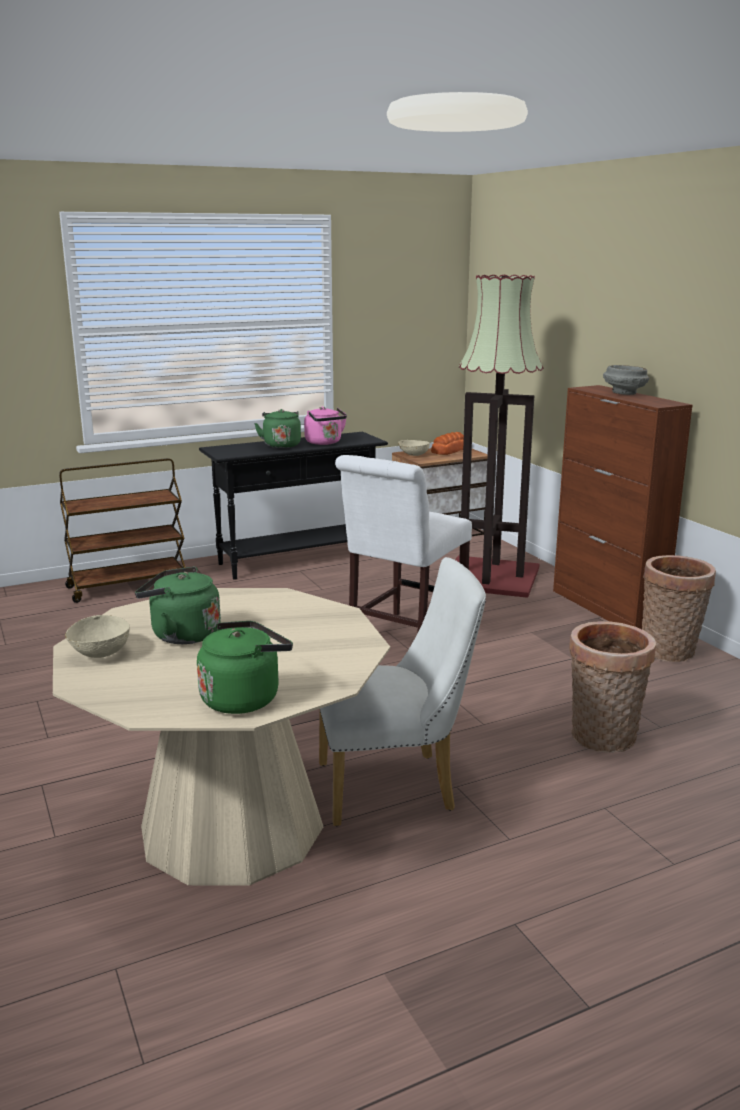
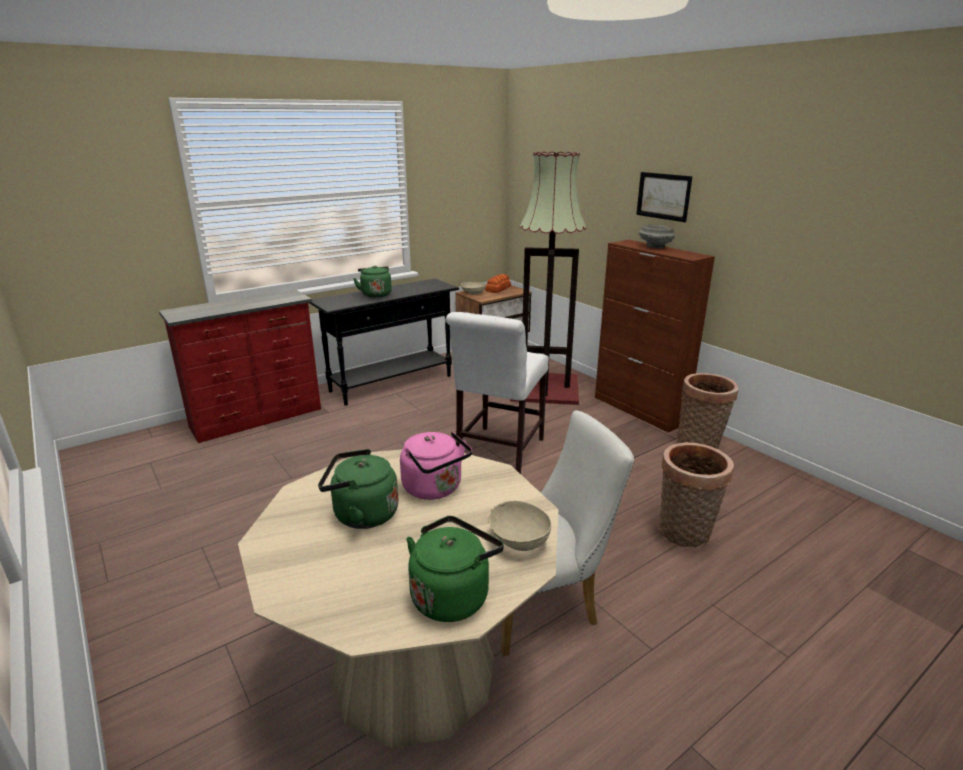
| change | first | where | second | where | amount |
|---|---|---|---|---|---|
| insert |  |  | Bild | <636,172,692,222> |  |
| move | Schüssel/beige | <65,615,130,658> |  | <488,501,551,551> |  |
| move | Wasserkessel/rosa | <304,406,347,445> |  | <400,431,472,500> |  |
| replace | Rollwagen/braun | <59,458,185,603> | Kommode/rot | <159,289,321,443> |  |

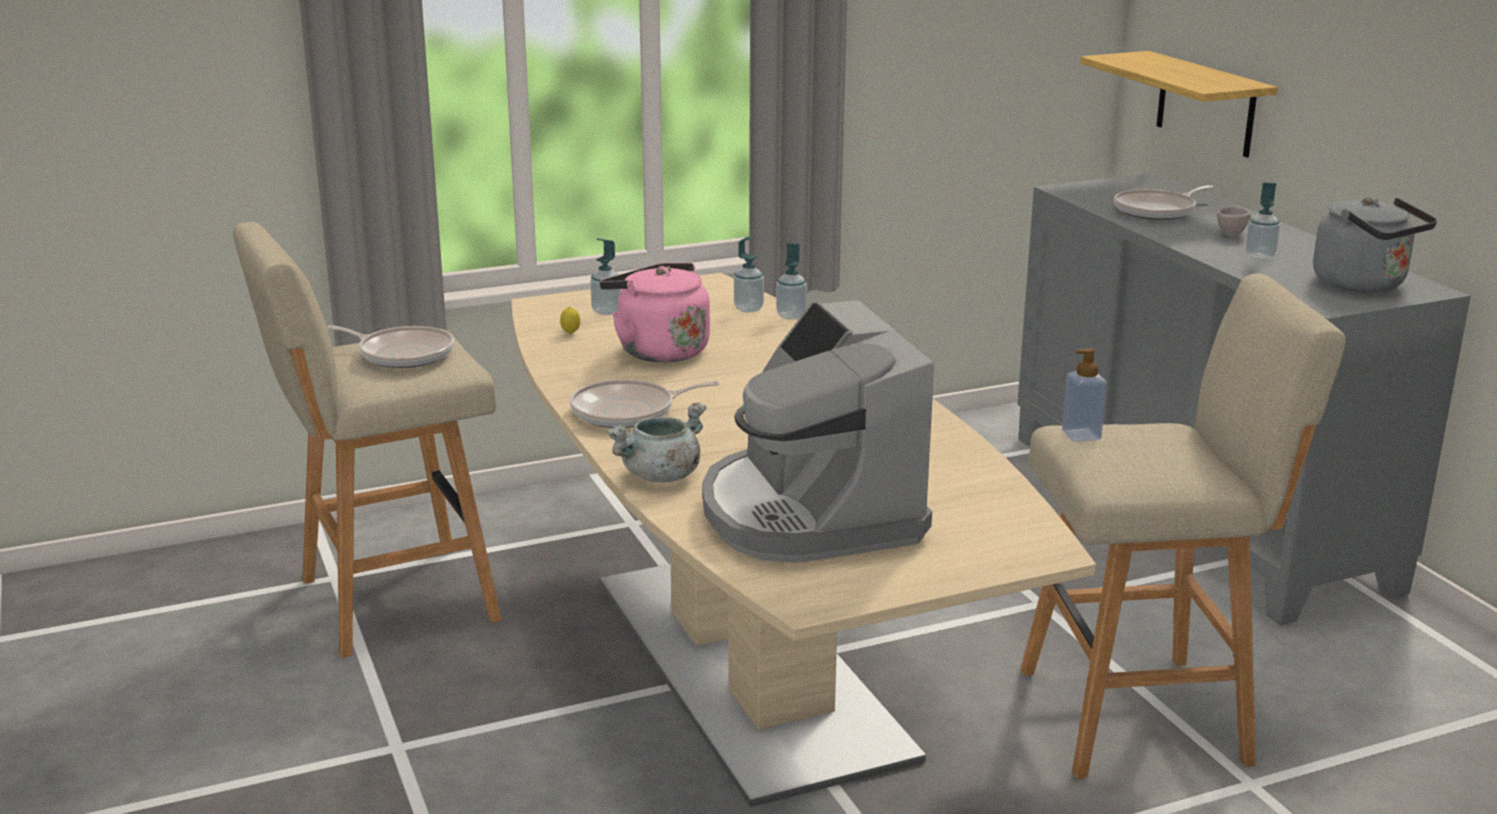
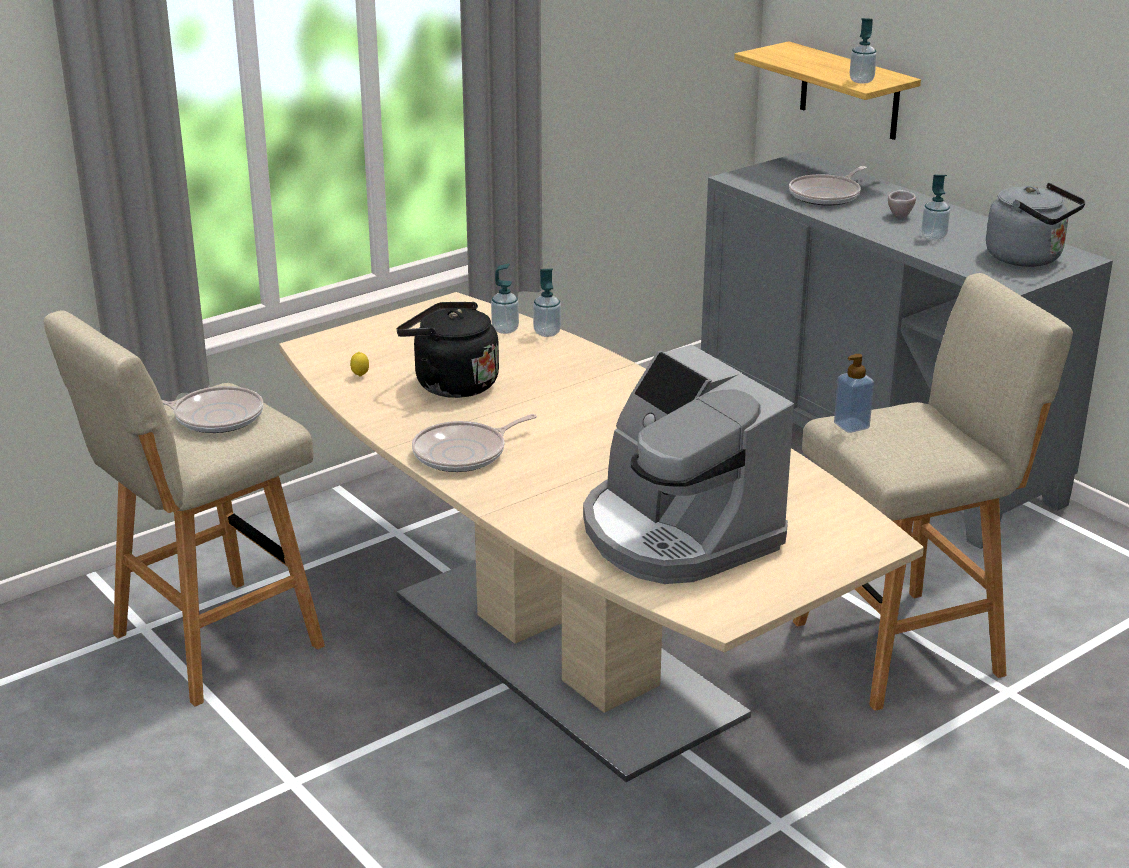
| change | first | where | second | where | amount |
|---|---|---|---|---|---|
| delete | Kochtopf/grau | <607,402,707,482> |  |  |  |
| move | Seifenspender | <590,239,621,315> |  | <850,18,877,84> |  |
| recolor | Wasserkessel/rosa | <600,263,710,362> | Wasserkessel/schwarz | <396,302,499,398> |  |

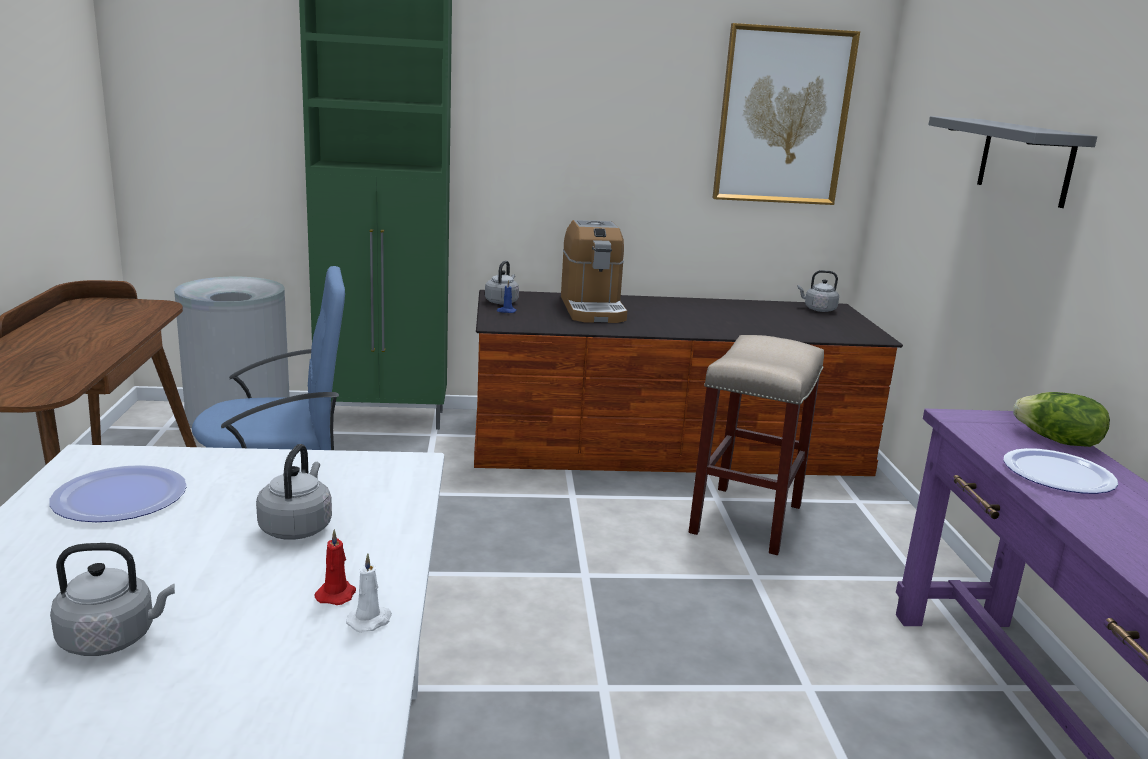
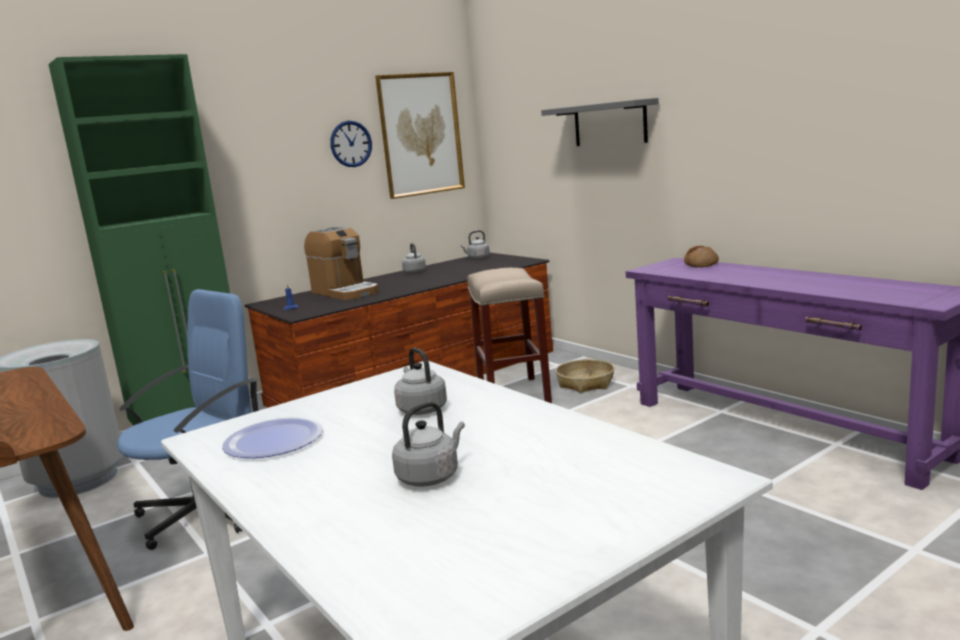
| change | first | where | second | where | amount |
|---|---|---|---|---|---|
| delete | Kerze/rot | <314,529,356,605> |  |  |  |
| delete | Kerze/weiß | <346,553,392,633> |  |  |  |
| delete | Teller | <1003,448,1118,494> |  |  |  |
| insert |  |  | Wanduhr | <330,121,372,167> |  |
| insert |  |  | Korb | <556,359,614,393> |  |
| move | Wasserkessel/grau | <485,261,519,304> |  | <402,243,426,273> |  |
| replace | Salatkopf | <1013,392,1110,447> | Brot | <684,246,719,268> |  |

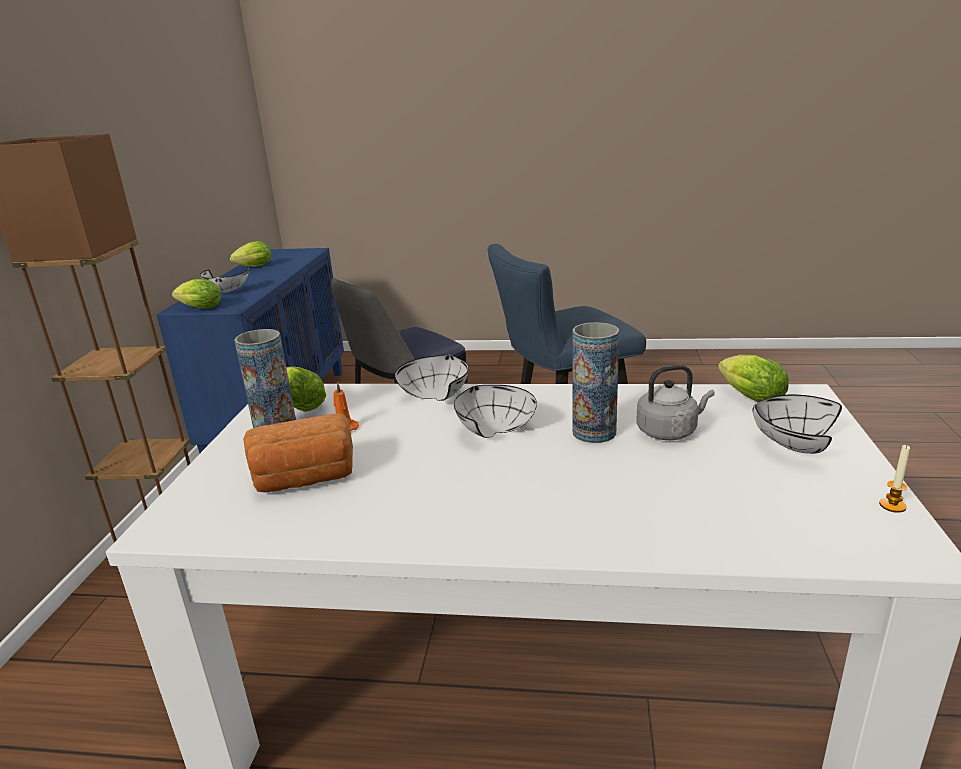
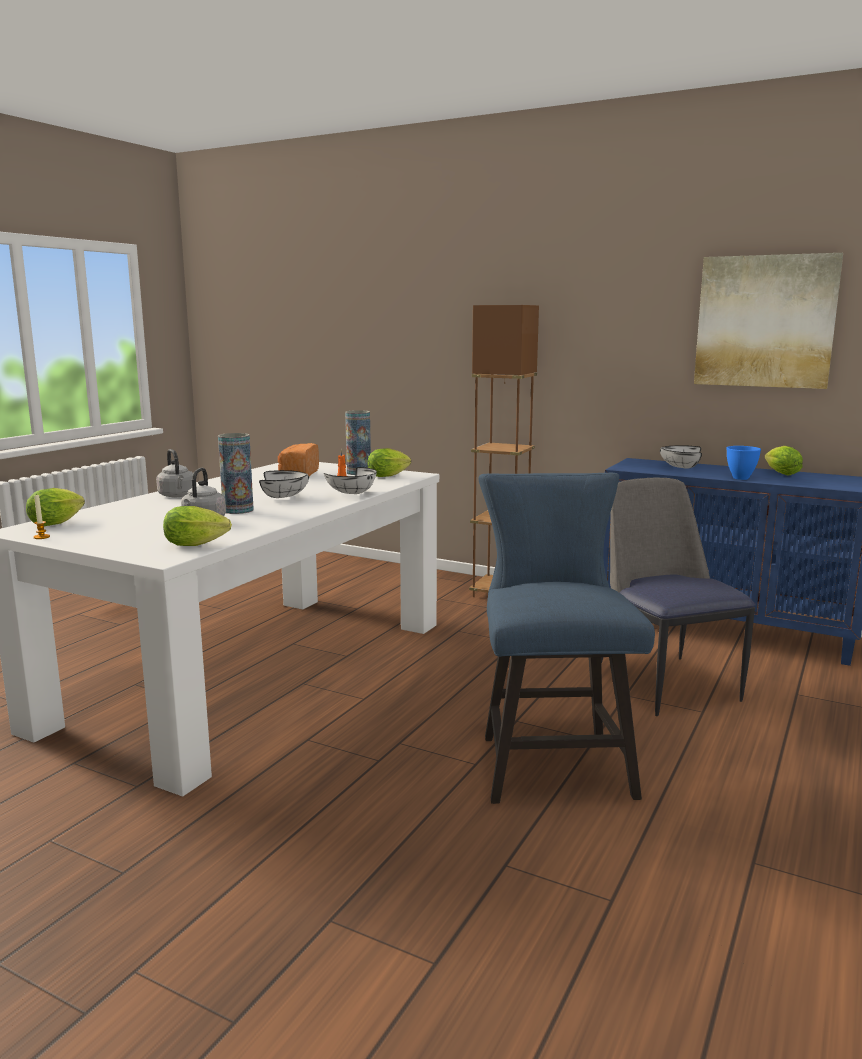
| change | first | where | second | where | amount |
|---|---|---|---|---|---|
| delete | Schüssel/weiß | <753,395,842,454> |  |  |  |
| insert |  |  | Wasserkessel/grau | <156,449,193,497> |  |
| insert |  |  | Bild | <694,253,843,389> |  |
| insert |  |  | Schüssel/blau | <727,446,761,480> |  |
| move | Salatkopf | <172,279,221,308> |  | <26,488,85,526> |  |

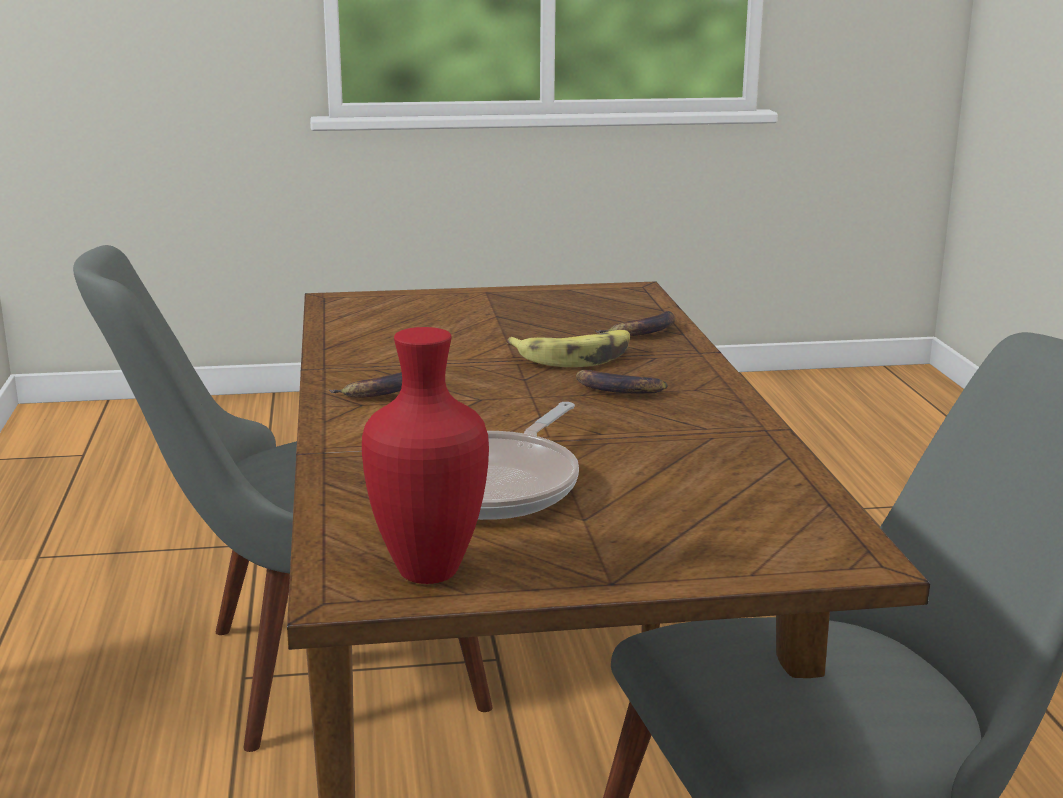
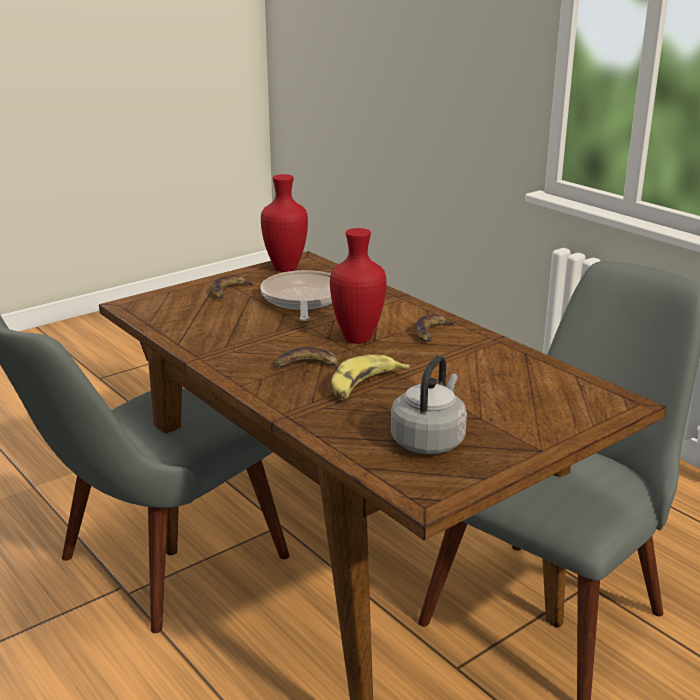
| change | first | where | second | where | amount |
|---|---|---|---|---|---|
| insert |  |  | Vase/rot | <330,228,386,344> |  |
| insert |  |  | Wasserkessel/grau | <391,355,467,454> |  |
| move | Banane | <595,311,676,336> |  | <212,275,256,298> |  |

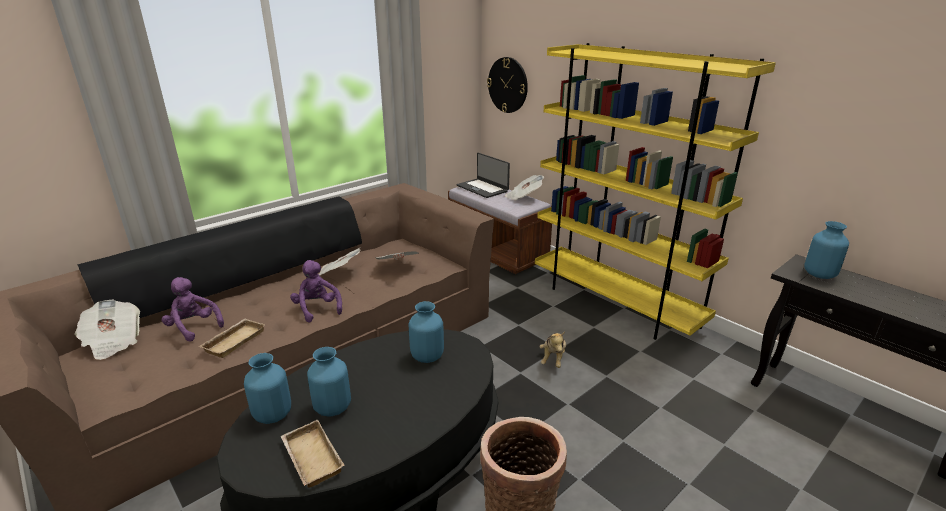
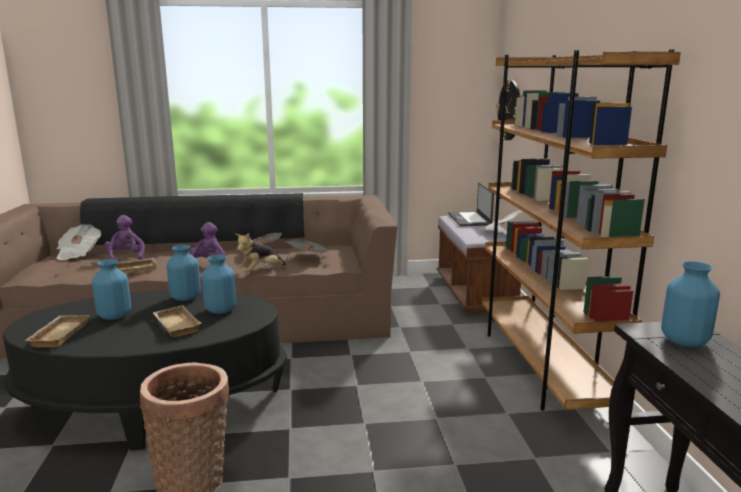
| change | first | where | second | where | amount |
|---|---|---|---|---|---|
| insert |  |  | Tablett/beige | <153,305,201,337> |  |
| move | Vase/blau | <244,353,291,424> |  | <167,245,201,301> |  |
| move | Plüschtier | <540,332,566,368> |  | <236,233,286,272> |  |
| recolor | Bücherregal/gelb | <535,43,776,340> | Bücherregal/braun | <482,49,681,411> |  |

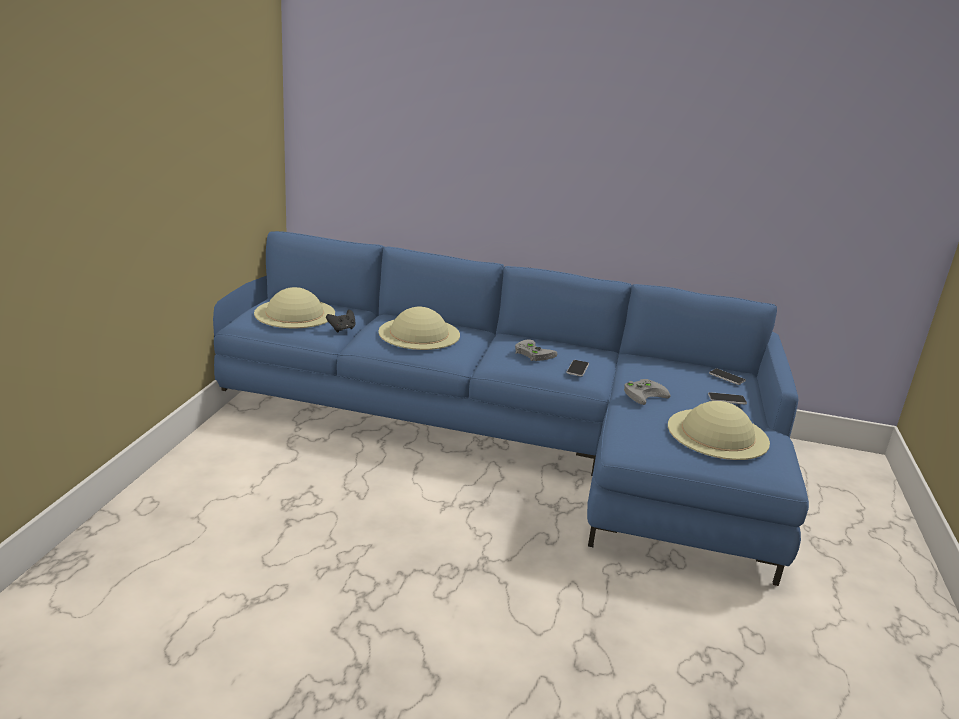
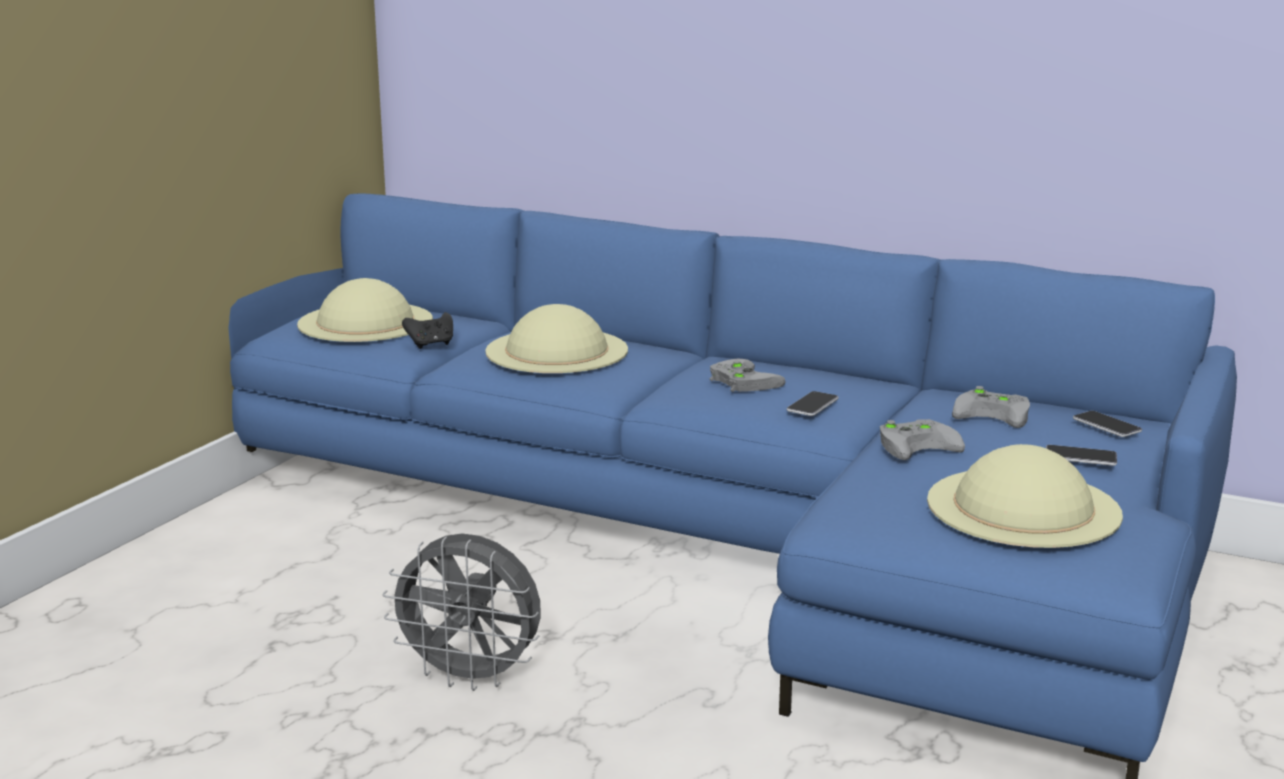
| change | first | where | second | where | amount |
|---|---|---|---|---|---|
| insert |  |  | Ventilator/grau | <383,533,541,691> |  |
| insert |  |  | Gamepad/grau | <952,386,1030,428> |  |

